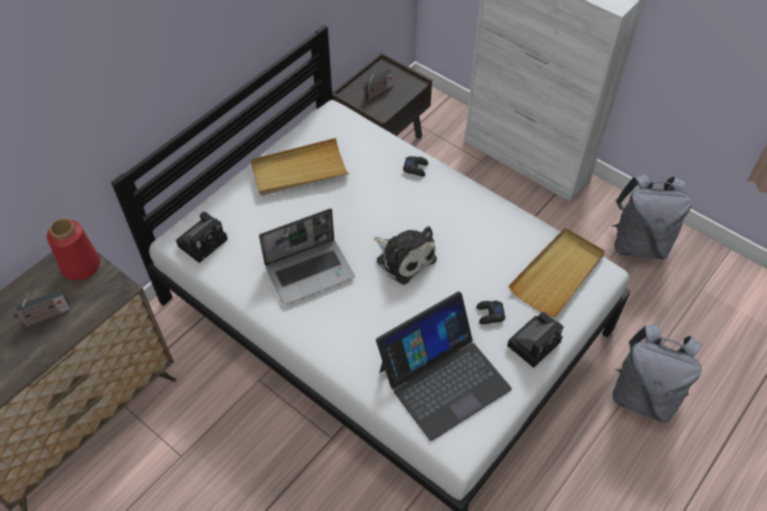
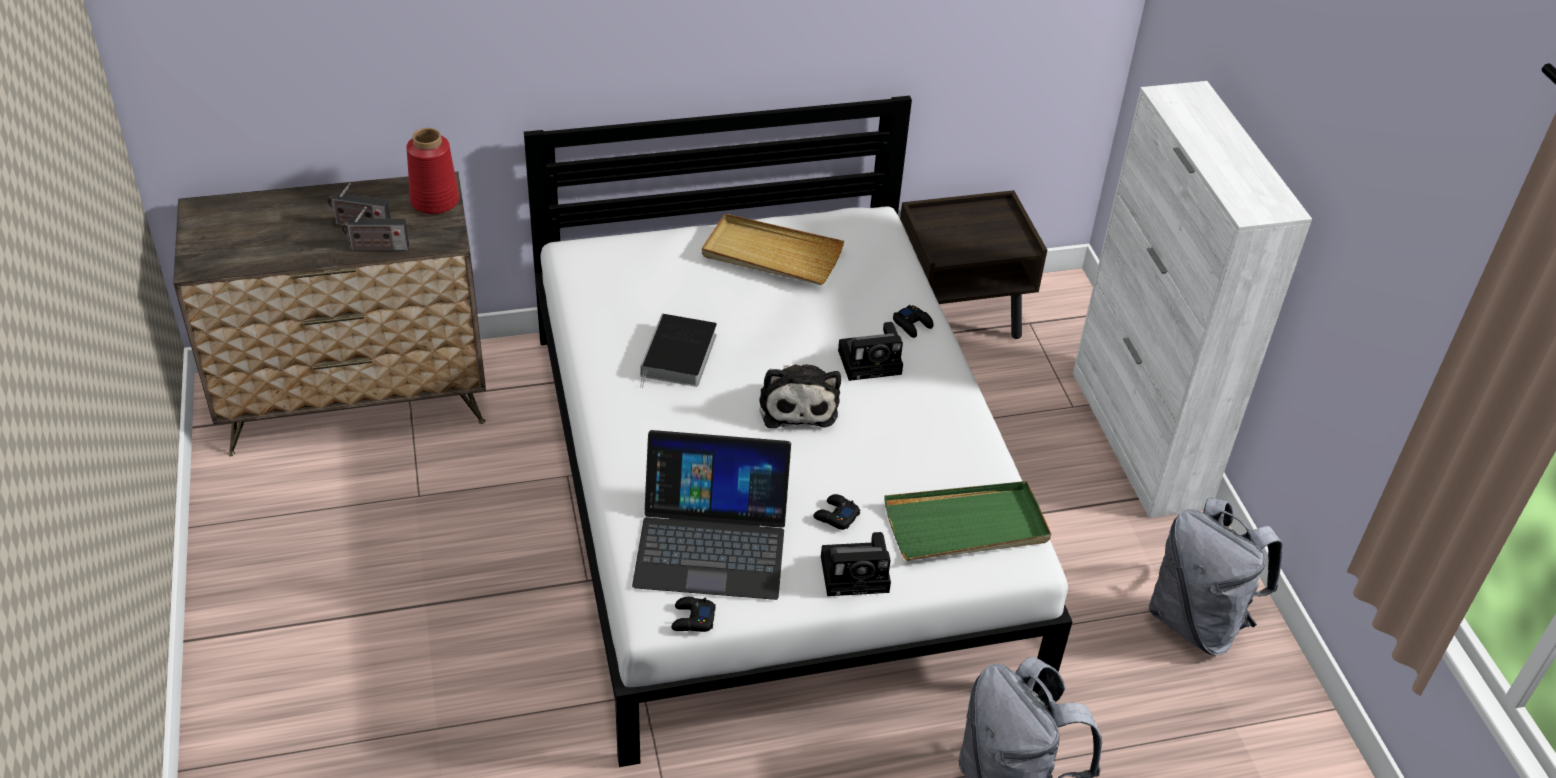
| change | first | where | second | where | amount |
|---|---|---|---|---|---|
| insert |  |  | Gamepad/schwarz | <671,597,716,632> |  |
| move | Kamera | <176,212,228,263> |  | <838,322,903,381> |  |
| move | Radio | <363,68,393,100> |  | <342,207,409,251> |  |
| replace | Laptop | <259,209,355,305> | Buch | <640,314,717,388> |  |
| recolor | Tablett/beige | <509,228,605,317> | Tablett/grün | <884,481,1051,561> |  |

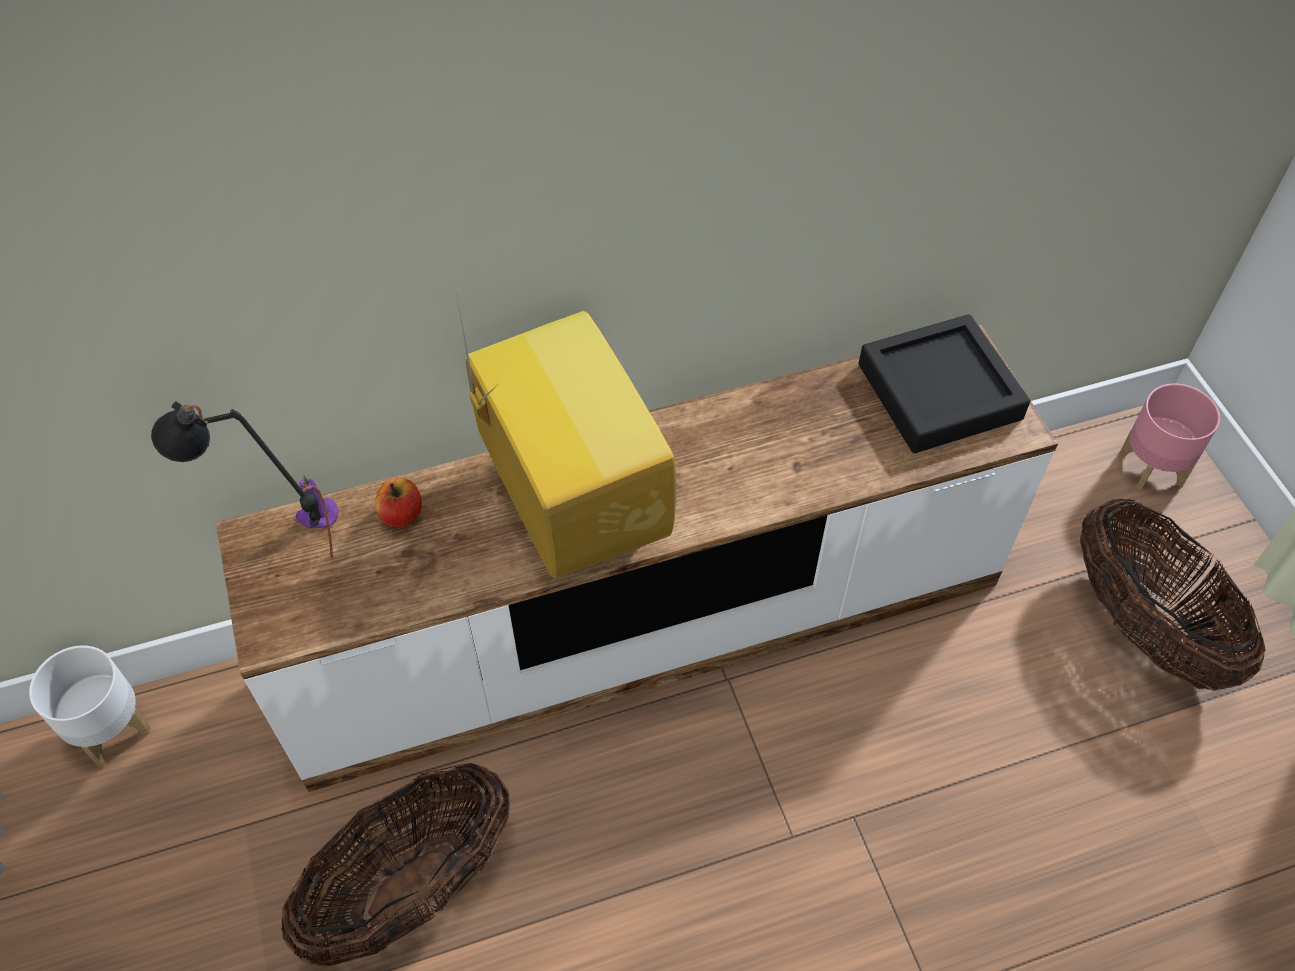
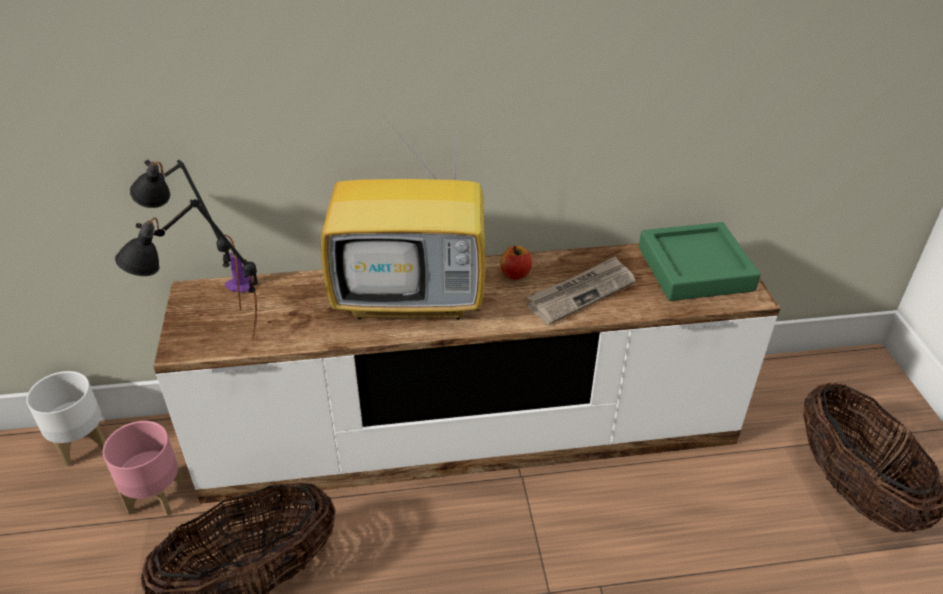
| change | first | where | second | where | amount |
|---|---|---|---|---|---|
| insert |  |  | Tischlampe/schwarz | <115,199,258,339> |  |
| insert |  |  | Zeitung | <527,256,636,325> |  |
| move | Apfel | <375,477,422,527> |  | <500,246,532,280> |  |
| move | Pflanzkübel/rosa | <1118,383,1220,493> |  | <103,421,184,516> |  |
| recolor | Tablett/schwarz | <859,314,1030,453> | Tablett/grün | <639,222,760,301> |  |
| rotate | Fernseher | <456,293,676,579> |  | <321,118,485,320> | 105 degrees clockwise |

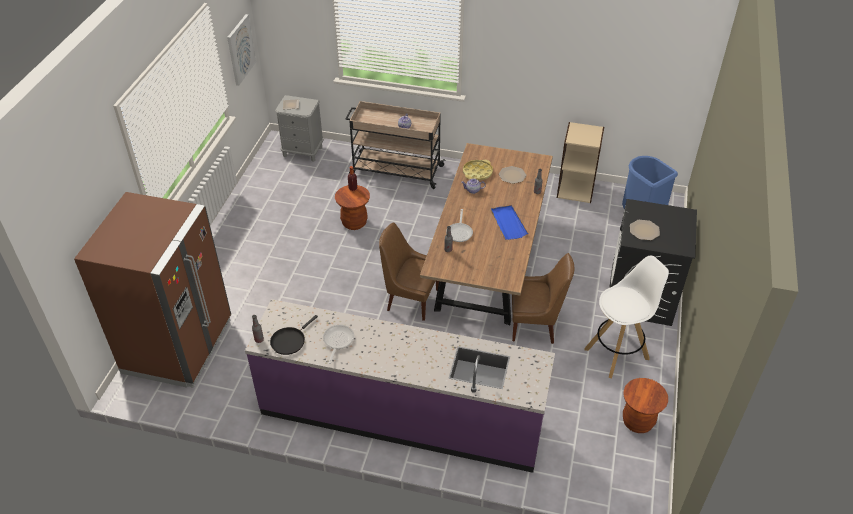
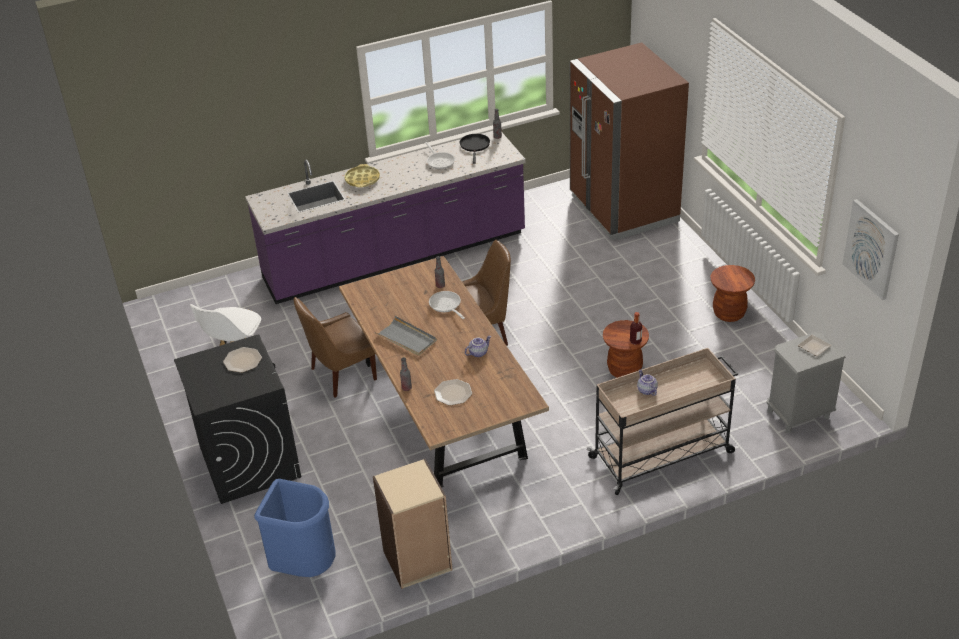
| change | first | where | second | where | amount |
|---|---|---|---|---|---|
| move | Tablett/gelb | <463,160,493,180> |  | <345,164,380,188> |  |
| move | Hocker/braun | <623,378,668,433> |  | <710,265,755,322> |  |
| recolor | Tablett/blau | <491,205,528,240> | Tablett/grau | <375,316,437,356> |  |

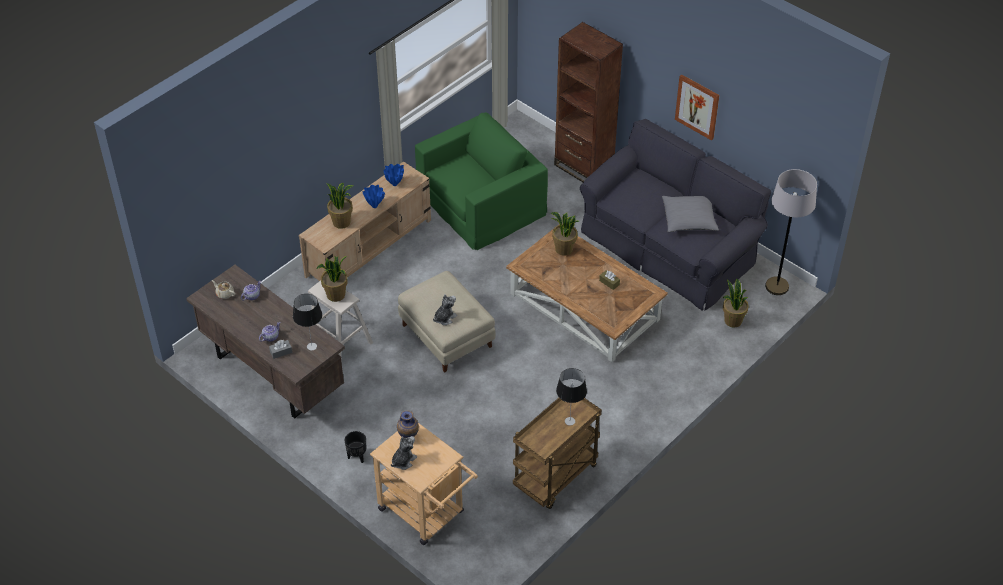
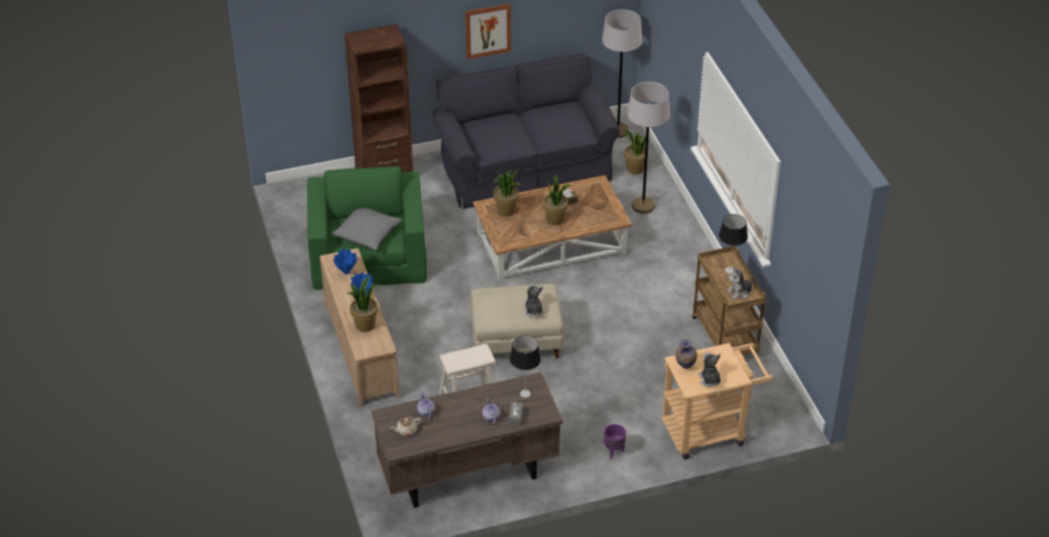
| change | first | where | second | where | amount |
|---|---|---|---|---|---|
| insert |  |  | Stehlampe/grau | <627,82,670,214> |  |
| insert |  |  | Plüschtier | <727,266,756,300> |  |
| move | Topfpflanze | <316,255,348,302> |  | <543,175,571,226> |  |
| move | Kissen/grau | <662,196,719,232> |  | <331,208,402,250> |  |
| recolor | Pflanzkübel/schwarz | <345,431,366,463> | Pflanzkübel/lila | <604,424,626,459> |  |

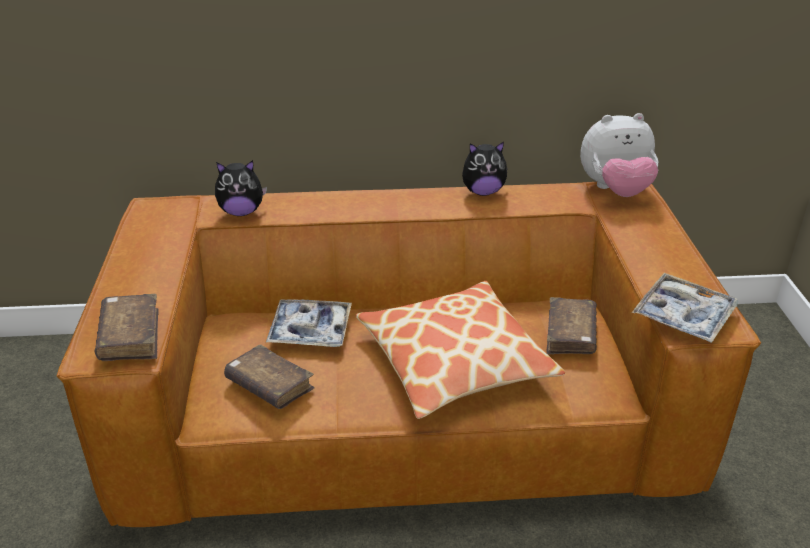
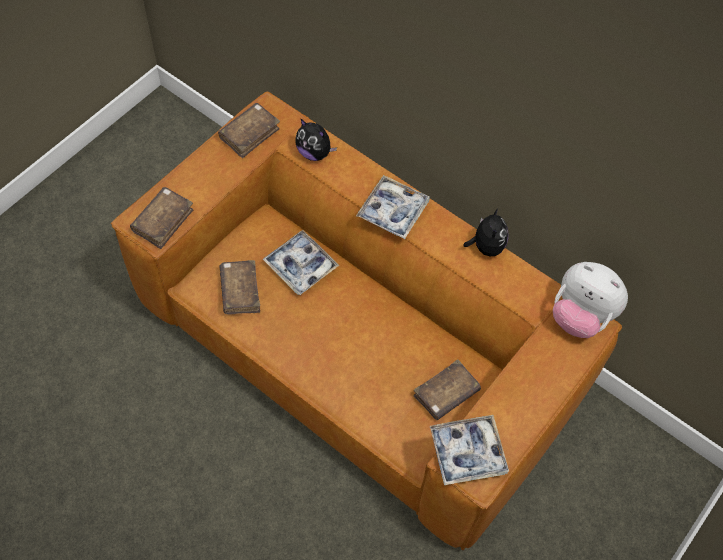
| change | first | where | second | where | amount |
|---|---|---|---|---|---|
| delete | Kissen | <356,281,565,419> |  |  |  |
| insert |  |  | Buch/braun | <218,103,280,158> |  |
| insert |  |  | Tablett | <356,175,430,239> |  |
| rotate | Plüschtier | <462,142,508,196> |  | <463,208,508,256> | 120 degrees counterclockwise |

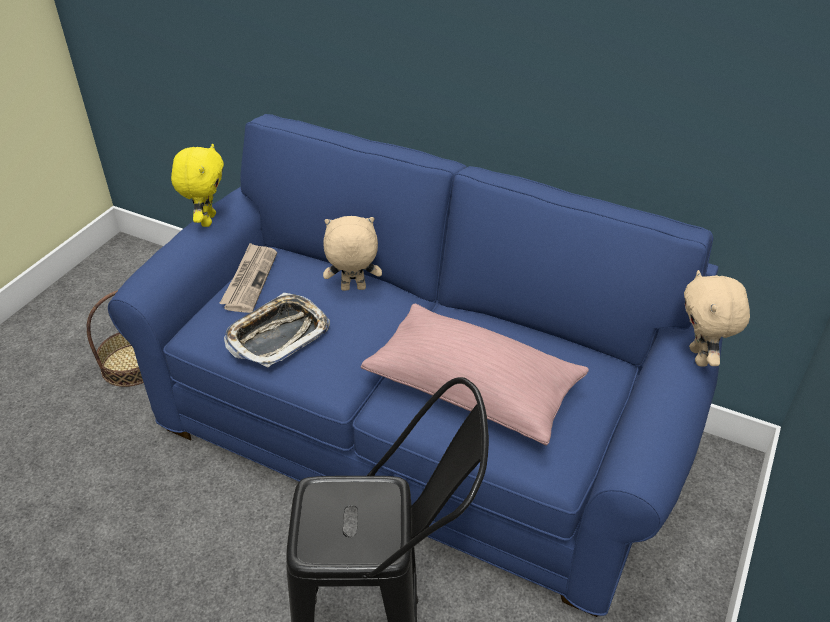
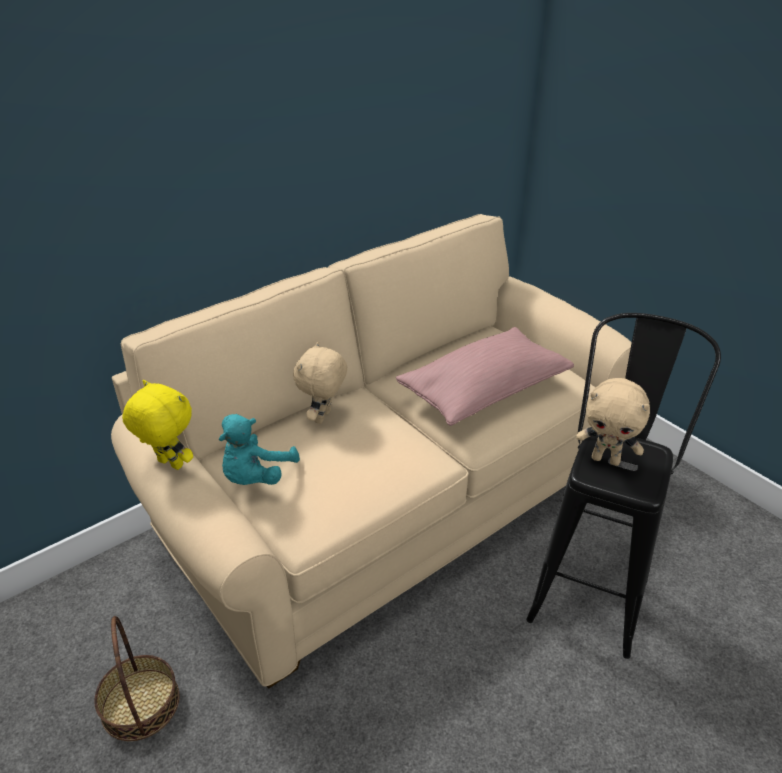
| change | first | where | second | where | amount |
|---|---|---|---|---|---|
| delete | Tablett | <224,293,330,367> |  |  |  |
| move | Plüschtier/beige | <684,270,750,366> |  | <576,378,650,466> |  |
| replace | Zeitung | <219,243,277,313> | Plüschtier/türkis | <219,414,300,485> |  |
| recolor | Sofa/blau | <108,114,723,617> | Sofa/beige | <111,214,632,688> |  |

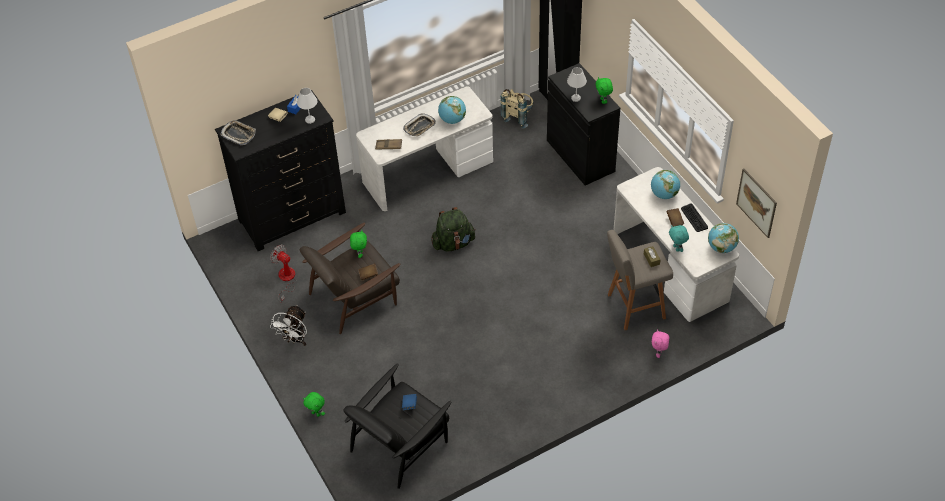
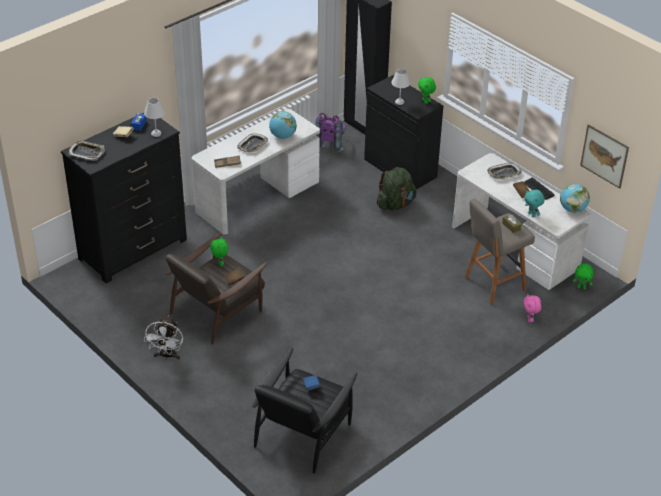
| change | first | where | second | where | amount |
|---|---|---|---|---|---|
| delete | Ventilator | <270,245,296,303> |  |  |  |
| move | Plüschtier/grün | <303,392,325,417> |  | <572,264,594,290> |  |
| move | Rucksack/grün | <431,207,476,252> |  | <377,167,416,210> |  |
| replace | Globus | <651,170,680,199> | Tablett | <487,163,522,180> |  |
| recolor | Rucksack/beige | <500,89,534,129> | Rucksack/lila | <315,113,345,152> |  |

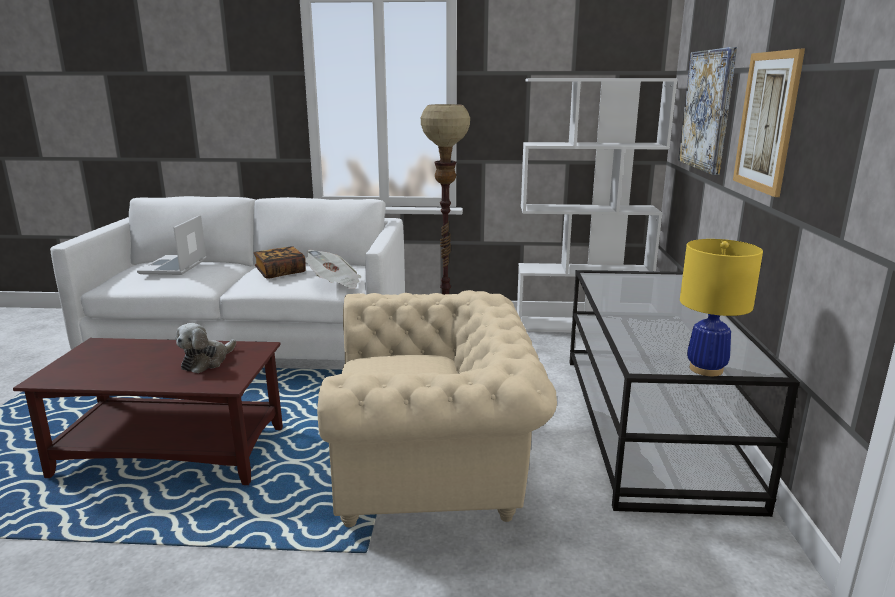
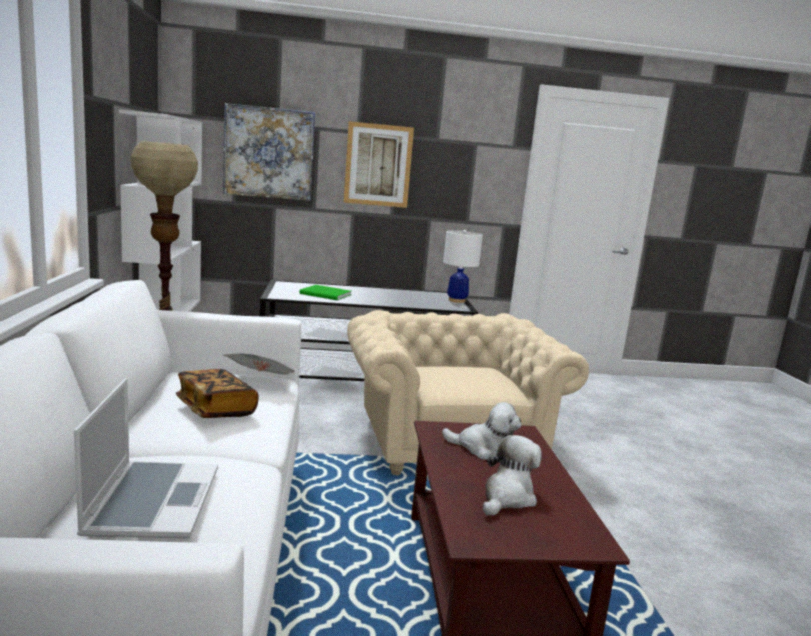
| change | first | where | second | where | amount |
|---|---|---|---|---|---|
| insert |  |  | Buch/grün | <299,285,351,300> |  |
| insert |  |  | Plüschtier | <483,435,542,516> |  |
| recolor | Tischlampe/gelb | <680,239,763,376> | Tischlampe/weiß | <443,230,483,303> |  |
| rotate | Laptop | <137,215,207,275> |  | <74,378,218,539> | 90 degrees counterclockwise |

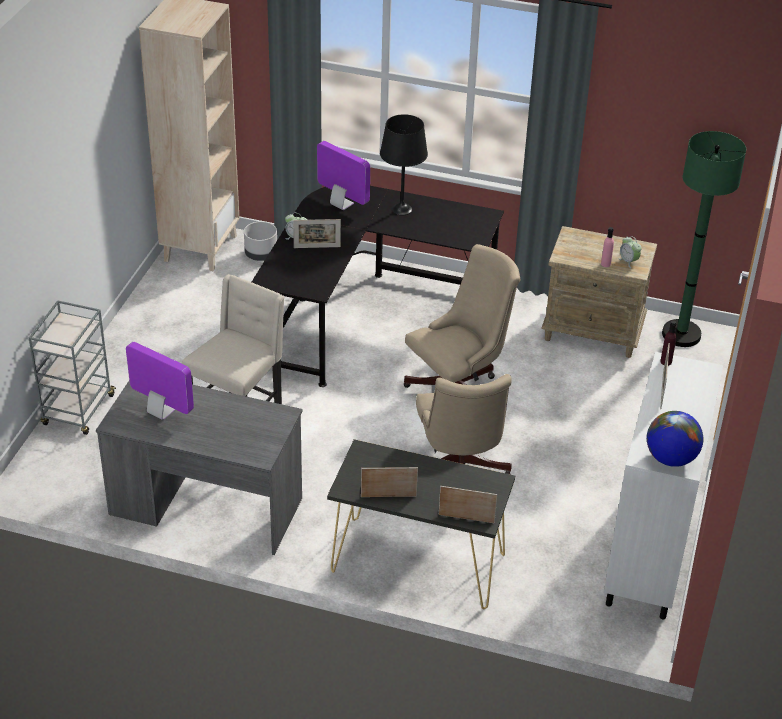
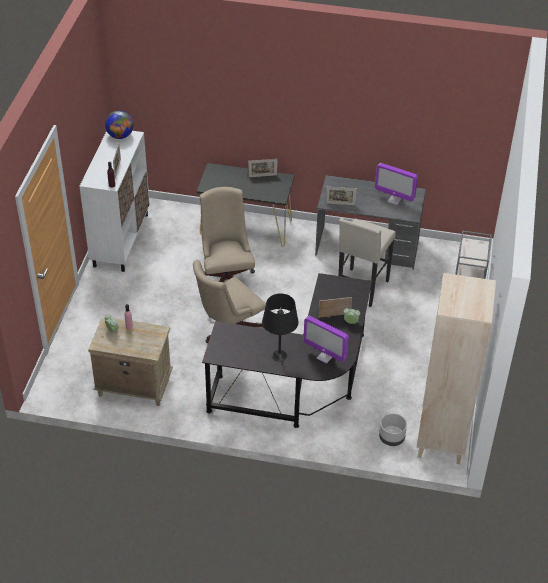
| change | first | where | second | where | amount |
|---|---|---|---|---|---|
| delete | Stehlampe/grün | <662,131,746,347> |  |  |  |
| move | Bilderrahmen | <439,486,497,523> |  | <326,187,357,205> |  |

